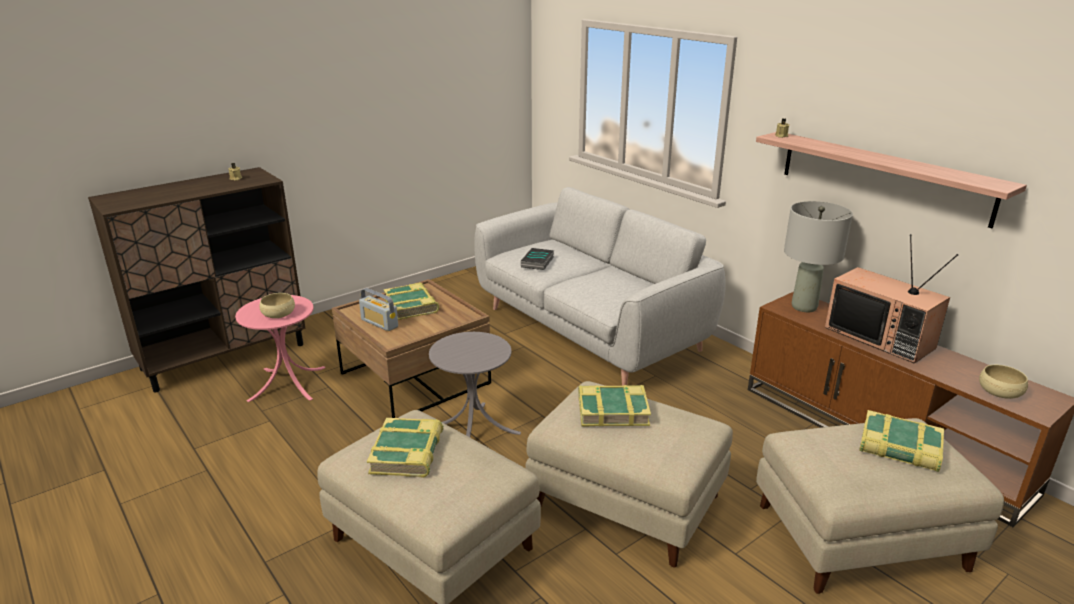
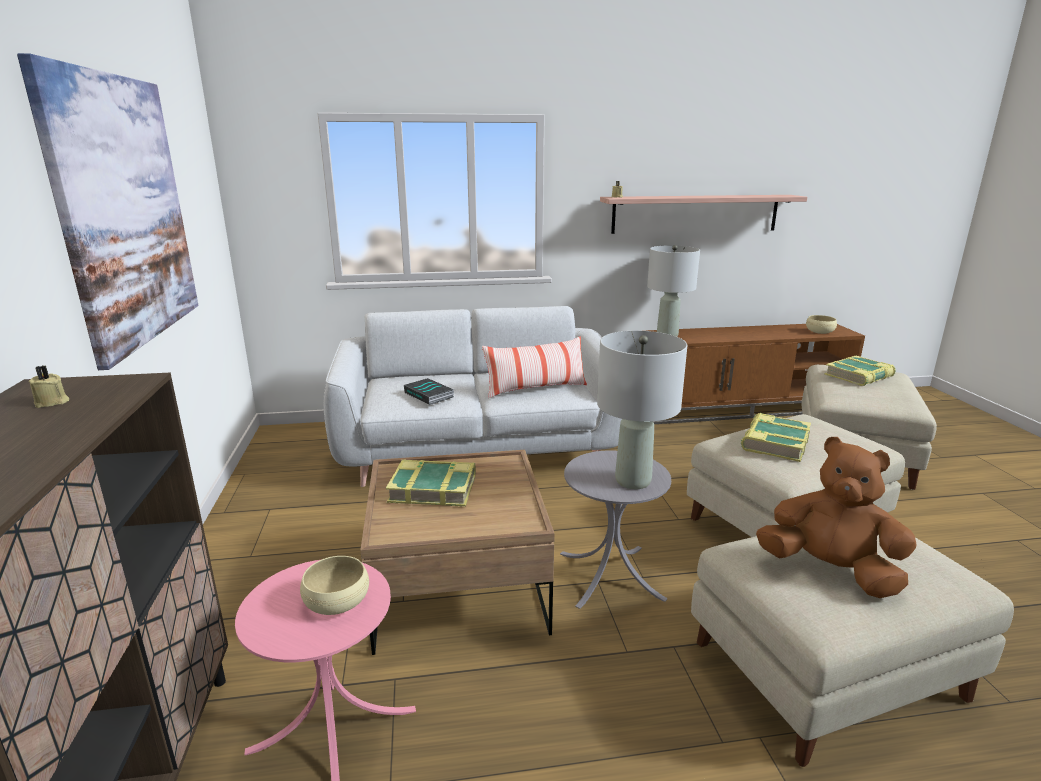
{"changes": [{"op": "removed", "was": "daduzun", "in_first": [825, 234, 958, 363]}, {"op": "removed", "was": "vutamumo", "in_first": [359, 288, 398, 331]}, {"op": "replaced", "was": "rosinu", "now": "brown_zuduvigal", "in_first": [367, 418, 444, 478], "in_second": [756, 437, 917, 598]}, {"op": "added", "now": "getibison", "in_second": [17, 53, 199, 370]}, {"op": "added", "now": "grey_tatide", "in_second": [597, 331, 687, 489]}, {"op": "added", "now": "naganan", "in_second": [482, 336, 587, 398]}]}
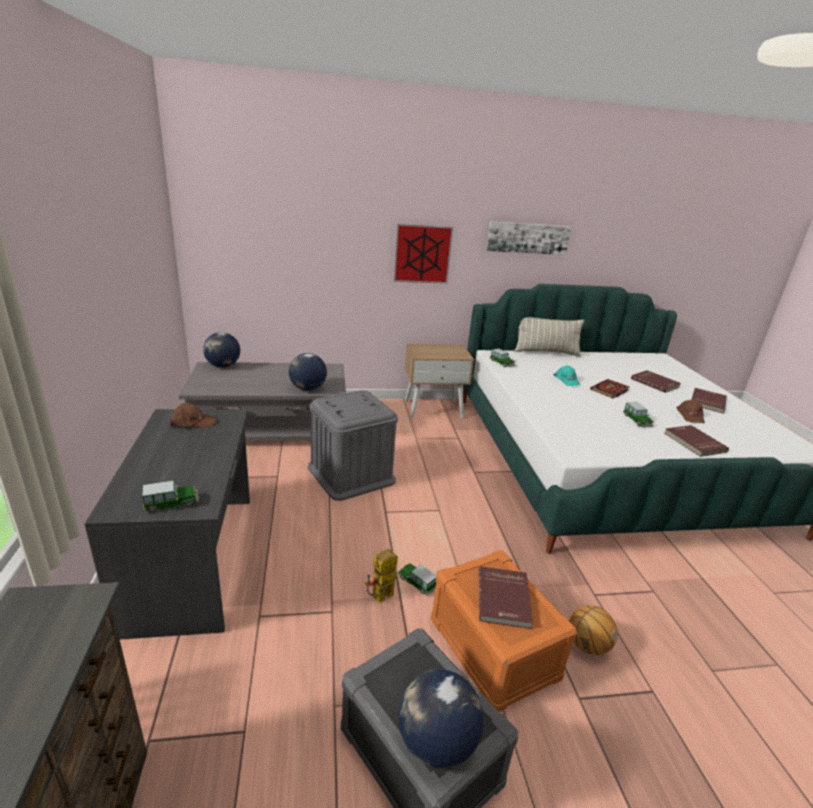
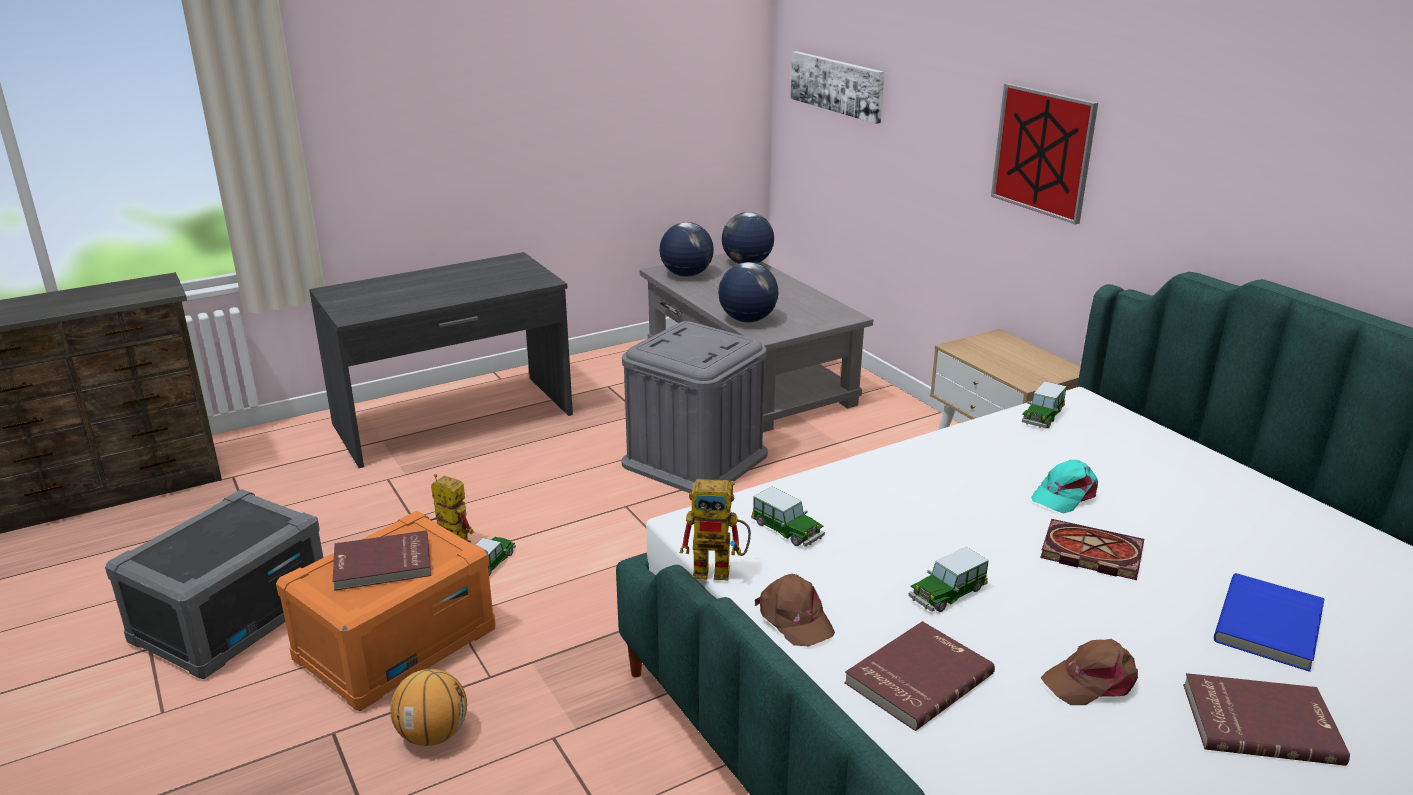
{"changes": [{"op": "moved", "was": "getibison", "in_first": [486, 221, 571, 255], "in_second": [790, 51, 884, 124]}, {"op": "removed", "was": "naganan", "in_first": [514, 317, 584, 357]}, {"op": "recoloured", "was": "red_rosinu", "now": "blue_rosinu", "in_first": [631, 370, 681, 393], "in_second": [1214, 573, 1325, 672]}, {"op": "moved", "was": "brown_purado", "in_first": [170, 403, 216, 428], "in_second": [755, 574, 835, 646]}, {"op": "moved", "was": "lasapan", "in_first": [142, 480, 200, 513], "in_second": [751, 487, 825, 547]}, {"op": "moved", "was": "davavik", "in_first": [399, 669, 484, 768], "in_second": [660, 222, 714, 277]}, {"op": "added", "now": "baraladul", "in_second": [680, 479, 751, 581]}]}
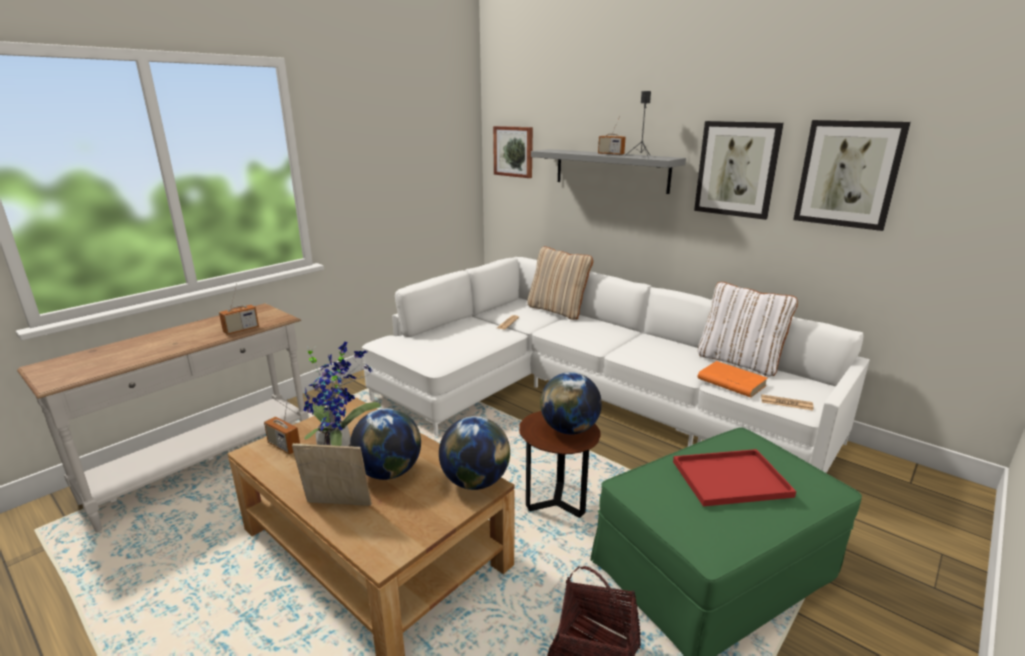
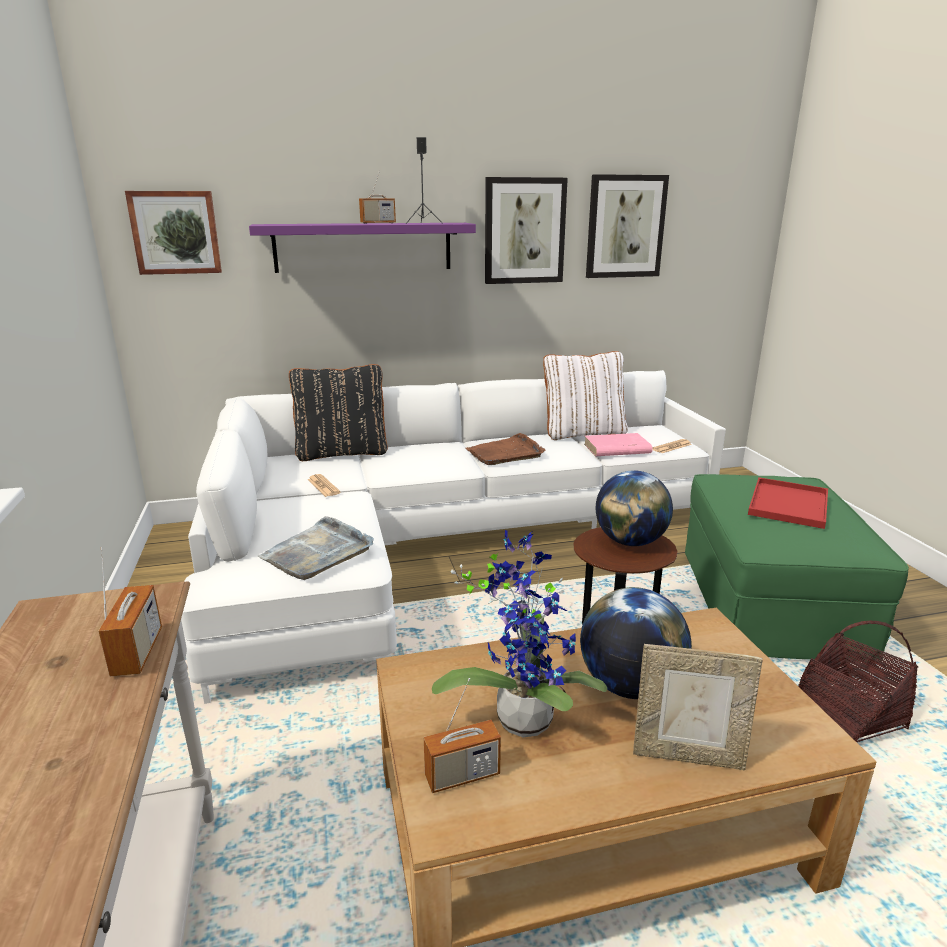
{"changes": [{"op": "recoloured", "was": "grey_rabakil", "now": "purple_rabakil", "in_first": [531, 149, 686, 194], "in_second": [249, 223, 476, 273]}, {"op": "recoloured", "was": "beige_naganan", "now": "black_naganan", "in_first": [527, 246, 593, 320], "in_second": [289, 364, 388, 461]}, {"op": "recoloured", "was": "orange_rosinu", "now": "pink_rosinu", "in_first": [698, 361, 768, 398], "in_second": [584, 433, 653, 456]}, {"op": "removed", "was": "davavik", "in_first": [439, 416, 510, 490]}, {"op": "turned", "was": "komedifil", "in_first": [292, 443, 372, 506], "in_second": [633, 644, 763, 770], "clockwise": -120}, {"op": "added", "now": "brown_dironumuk", "in_second": [466, 433, 545, 465]}, {"op": "added", "now": "grey_dironumuk", "in_second": [258, 516, 374, 580]}]}
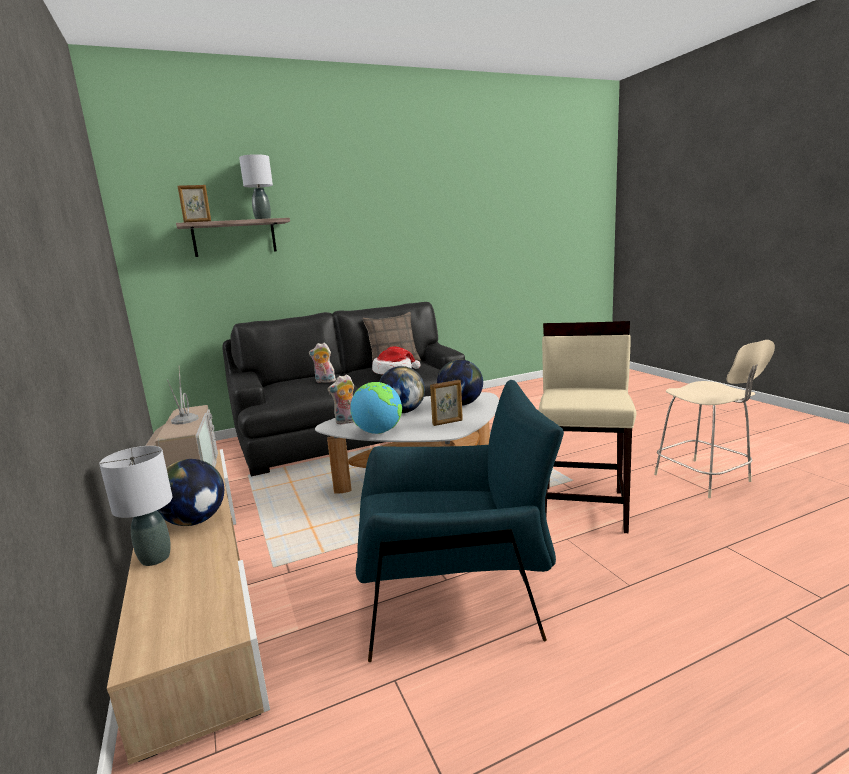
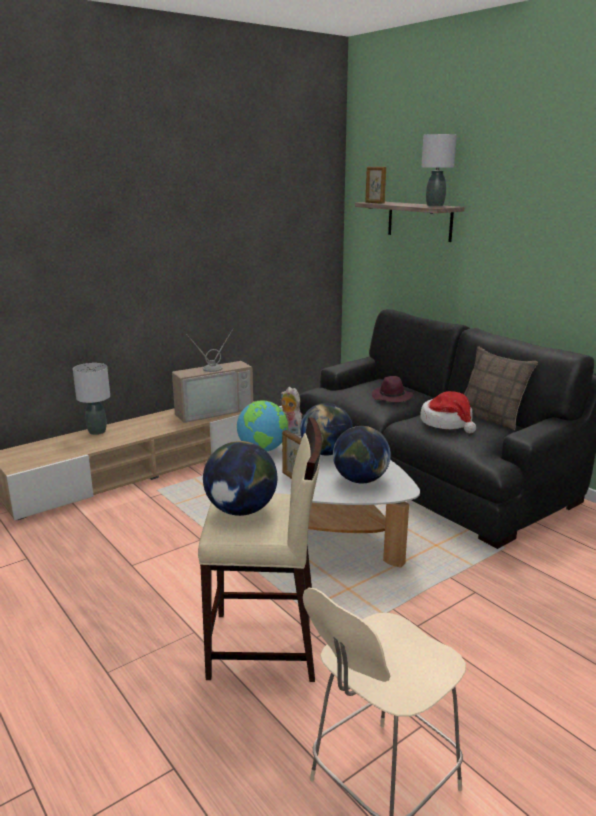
{"changes": [{"op": "replaced", "was": "zuduvigal", "now": "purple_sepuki", "in_first": [309, 343, 336, 383], "in_second": [372, 376, 413, 402]}, {"op": "removed", "was": "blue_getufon", "in_first": [356, 380, 564, 662]}, {"op": "moved", "was": "davavik", "in_first": [157, 459, 224, 526], "in_second": [203, 441, 277, 516]}]}
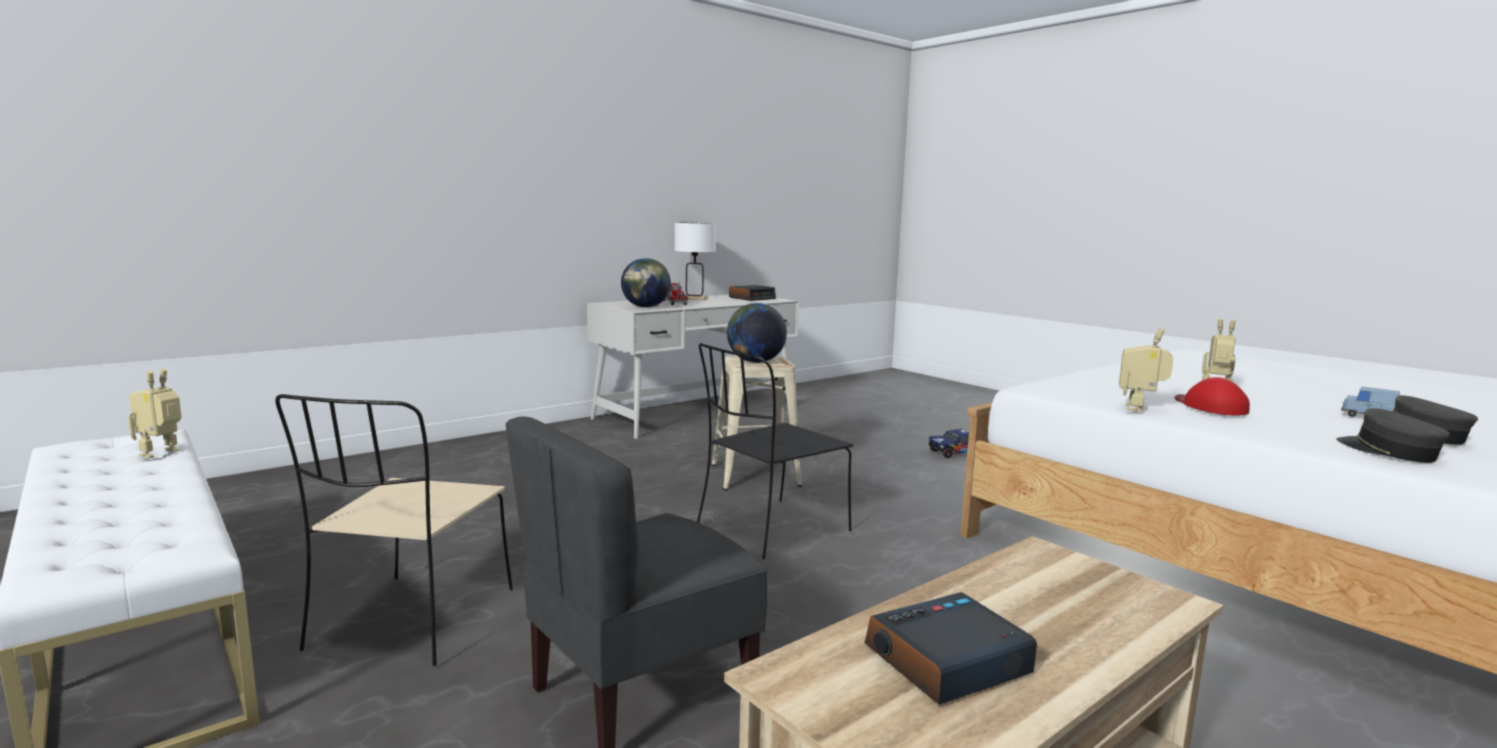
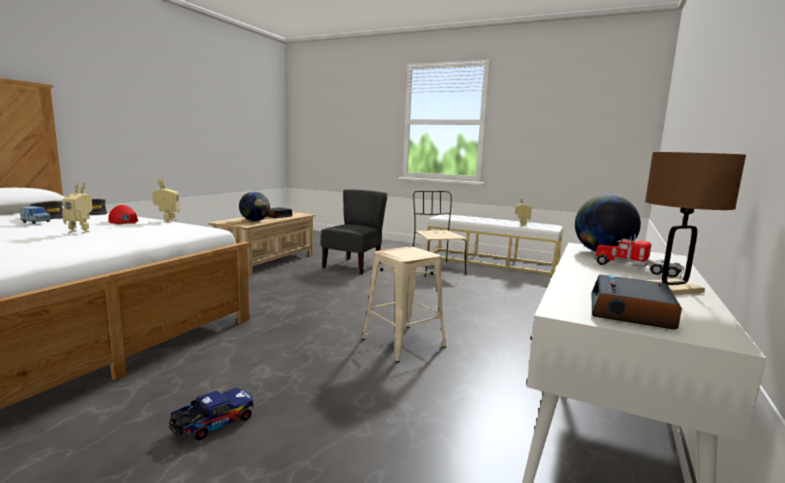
{"changes": [{"op": "recoloured", "was": "white_tatide", "now": "brown_tatide", "in_first": [674, 222, 716, 300], "in_second": [645, 152, 746, 295]}, {"op": "moved", "was": "davavik", "in_first": [727, 303, 787, 363], "in_second": [239, 192, 270, 221]}, {"op": "removed", "was": "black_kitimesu", "in_first": [697, 343, 853, 559]}]}
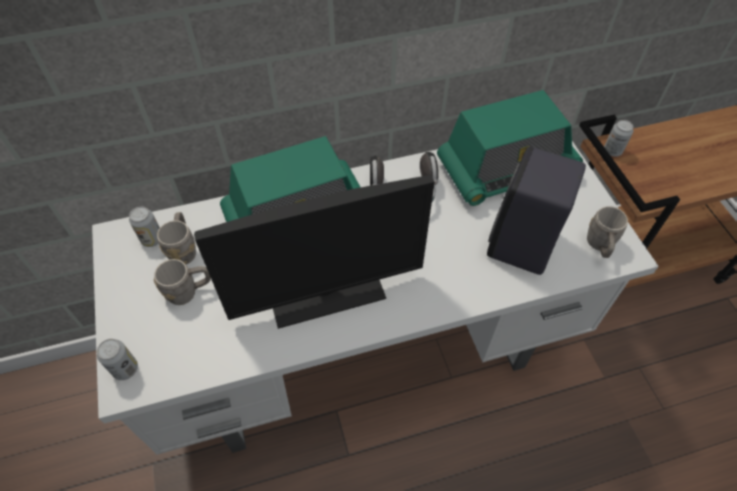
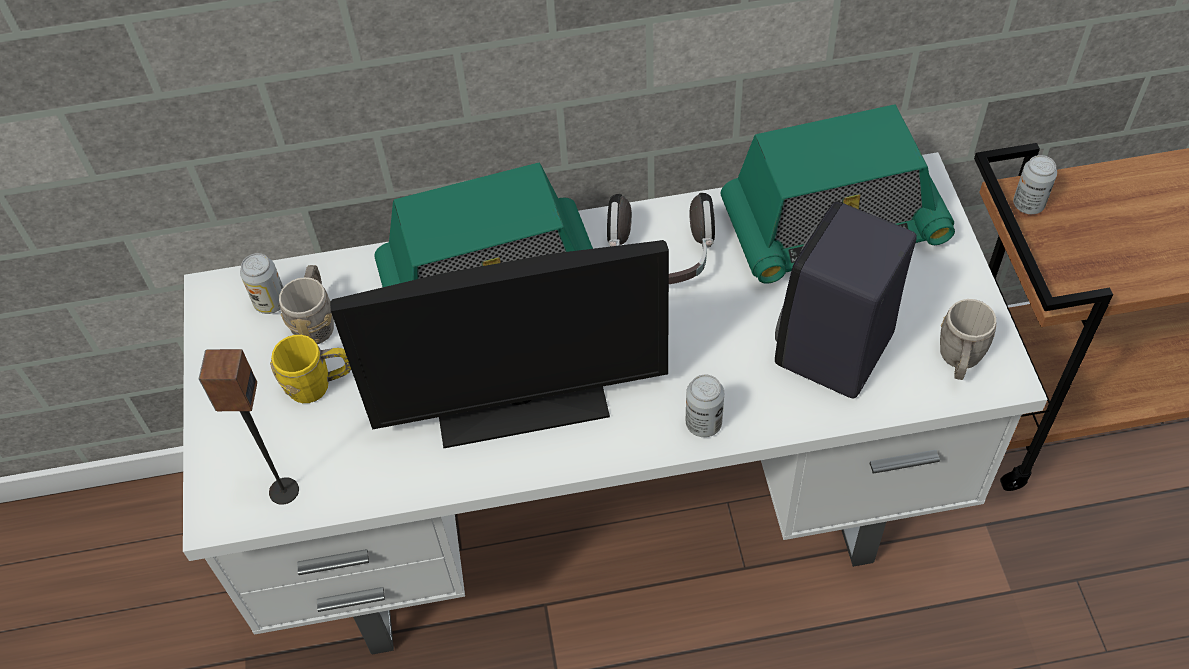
{"changes": [{"op": "recoloured", "was": "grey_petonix", "now": "yellow_petonix", "in_first": [154, 259, 211, 305], "in_second": [270, 335, 351, 403]}, {"op": "moved", "was": "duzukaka", "in_first": [97, 339, 138, 380], "in_second": [686, 375, 724, 437]}, {"op": "added", "now": "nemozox", "in_second": [199, 349, 299, 505]}]}
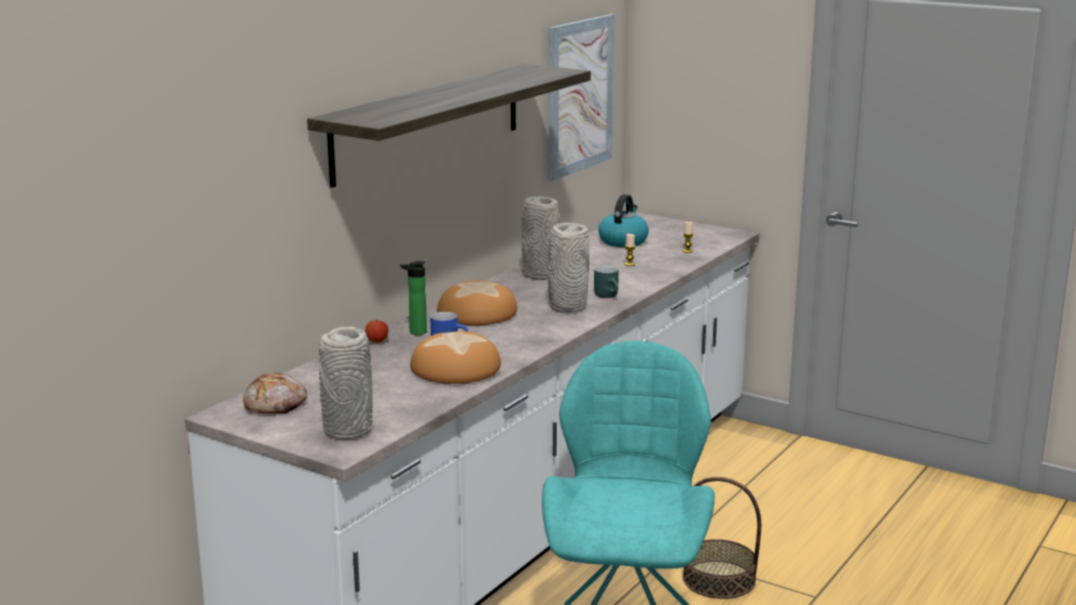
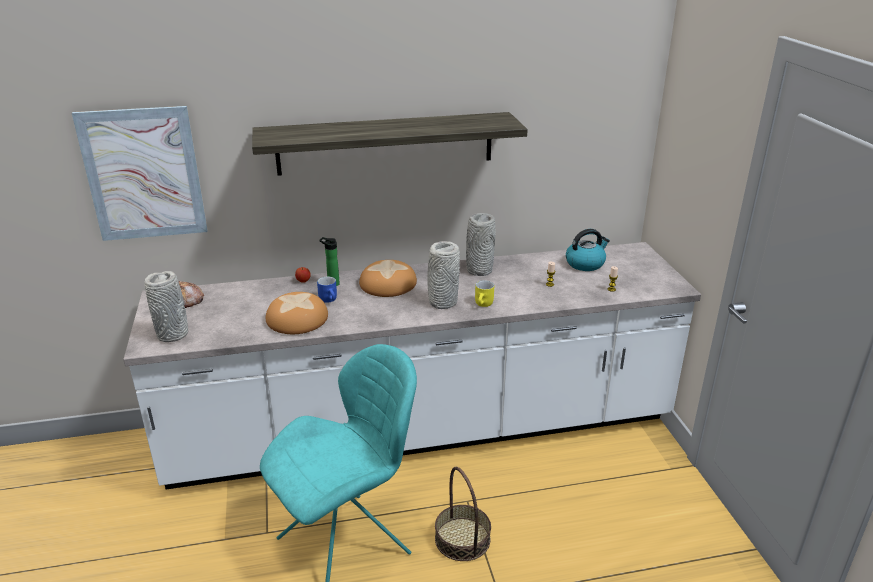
{"changes": [{"op": "moved", "was": "getibison", "in_first": [548, 14, 615, 181], "in_second": [72, 106, 208, 241]}, {"op": "recoloured", "was": "turquoise_petonix", "now": "yellow_petonix", "in_first": [594, 266, 619, 298], "in_second": [475, 280, 494, 307]}]}
